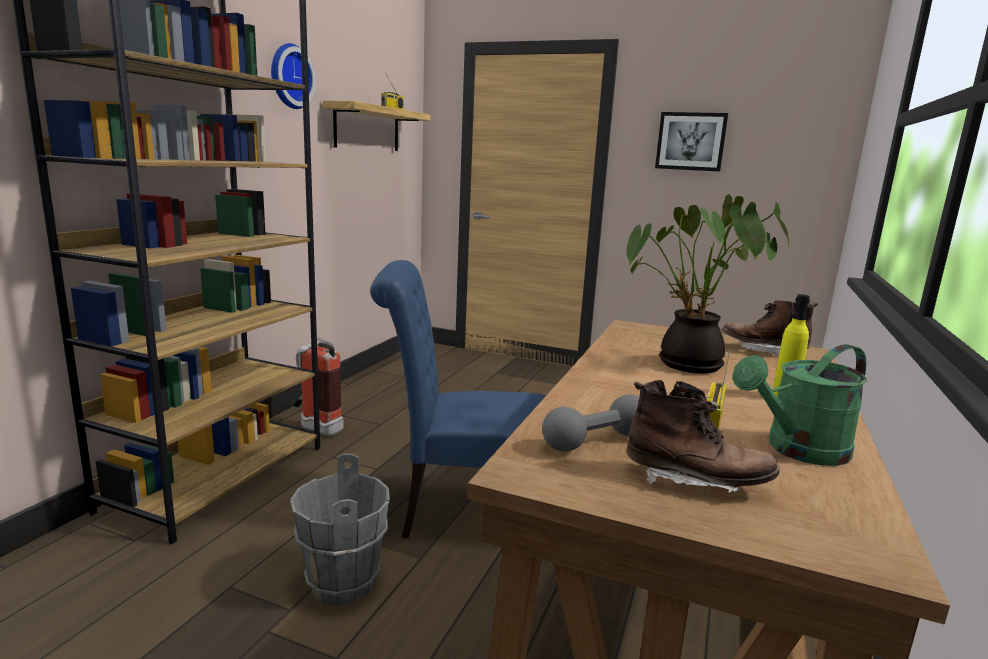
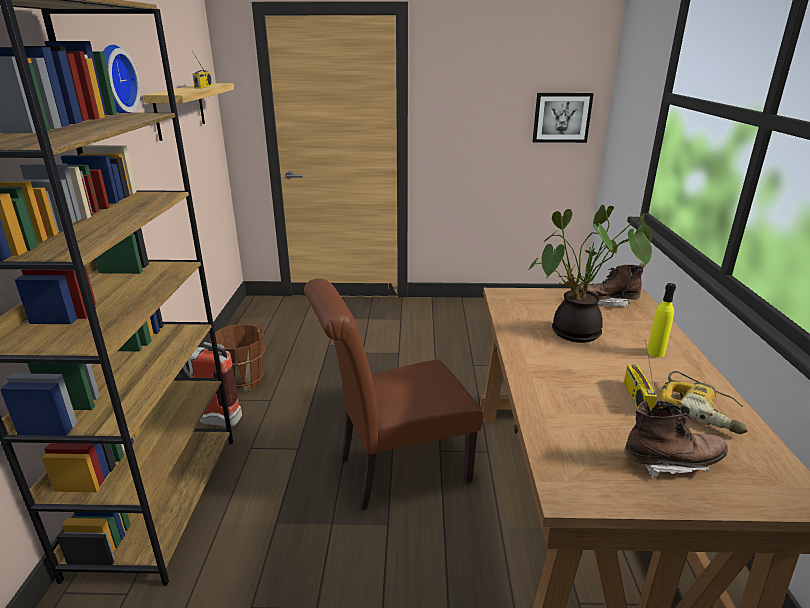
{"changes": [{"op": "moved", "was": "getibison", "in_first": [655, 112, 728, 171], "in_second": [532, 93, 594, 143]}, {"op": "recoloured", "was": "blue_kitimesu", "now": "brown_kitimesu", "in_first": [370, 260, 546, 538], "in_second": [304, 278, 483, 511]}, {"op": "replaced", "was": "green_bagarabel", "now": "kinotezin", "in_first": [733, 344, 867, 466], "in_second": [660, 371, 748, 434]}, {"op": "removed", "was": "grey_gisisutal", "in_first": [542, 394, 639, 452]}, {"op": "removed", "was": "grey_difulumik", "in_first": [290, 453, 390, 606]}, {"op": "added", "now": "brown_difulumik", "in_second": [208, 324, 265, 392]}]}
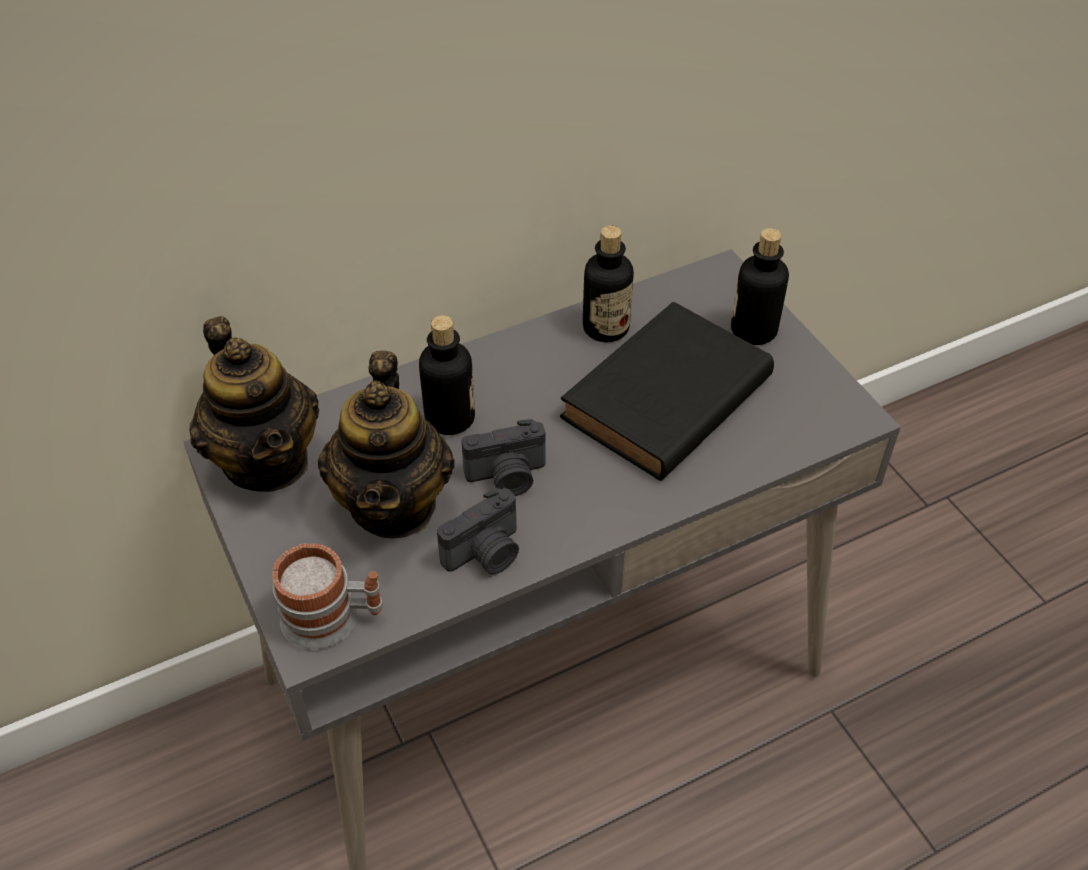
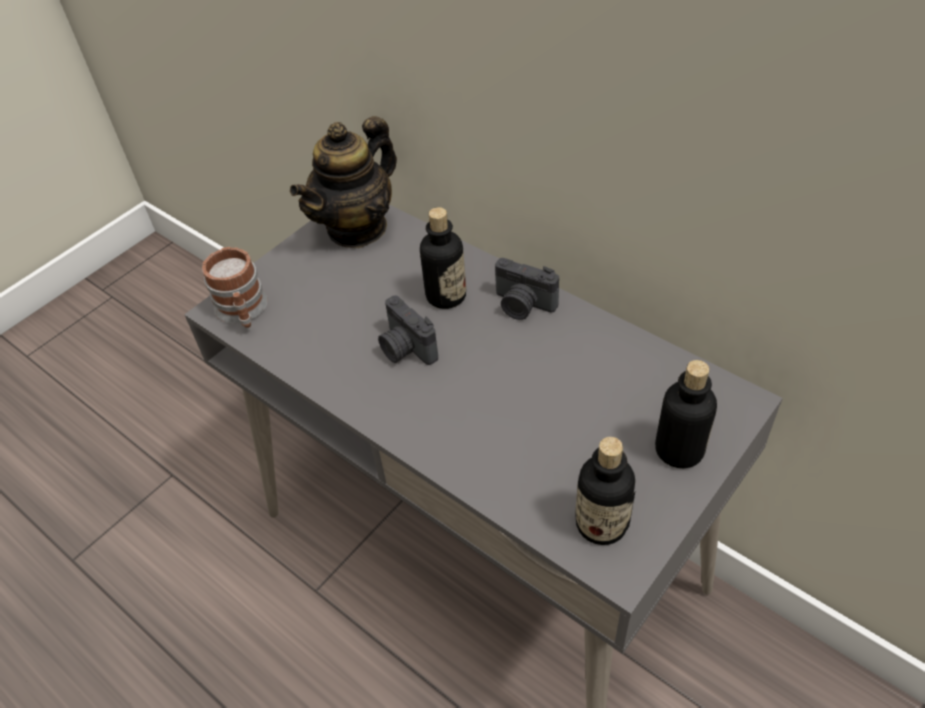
{"changes": [{"op": "moved", "was": "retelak", "in_first": [583, 226, 634, 342], "in_second": [576, 437, 635, 545]}, {"op": "removed", "was": "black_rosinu", "in_first": [560, 302, 774, 481]}, {"op": "removed", "was": "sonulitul", "in_first": [318, 351, 455, 539]}, {"op": "moved", "was": "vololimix", "in_first": [437, 488, 519, 575], "in_second": [495, 258, 559, 320]}]}
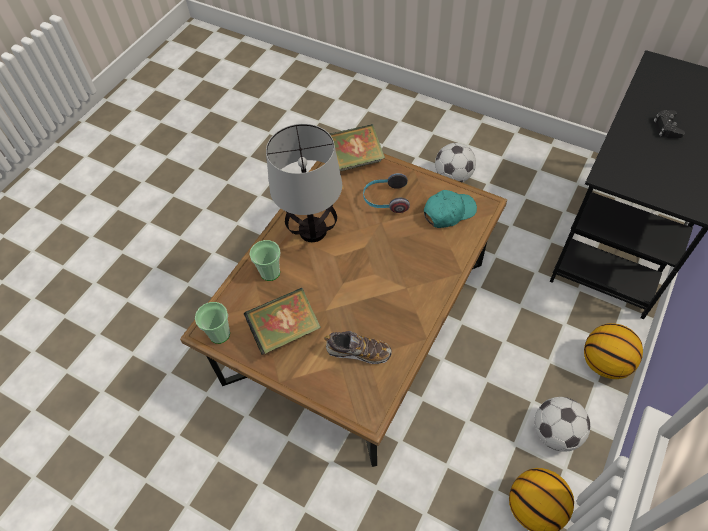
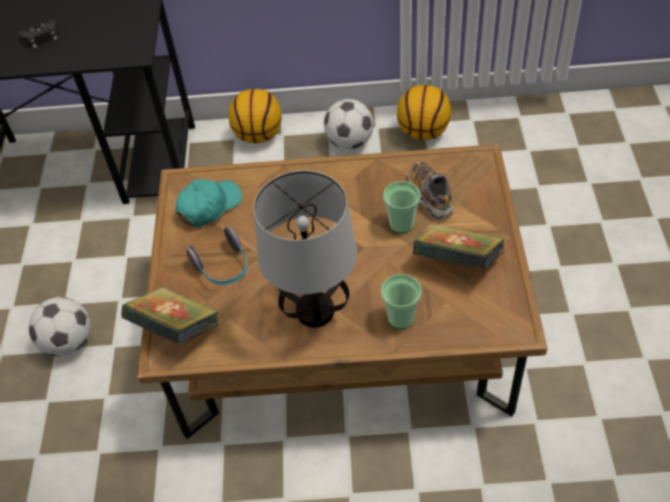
{"changes": [{"op": "turned", "was": "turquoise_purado", "in_first": [424, 190, 477, 228], "in_second": [176, 179, 242, 227], "clockwise": 105}, {"op": "moved", "was": "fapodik", "in_first": [195, 302, 230, 344], "in_second": [383, 181, 421, 233]}]}
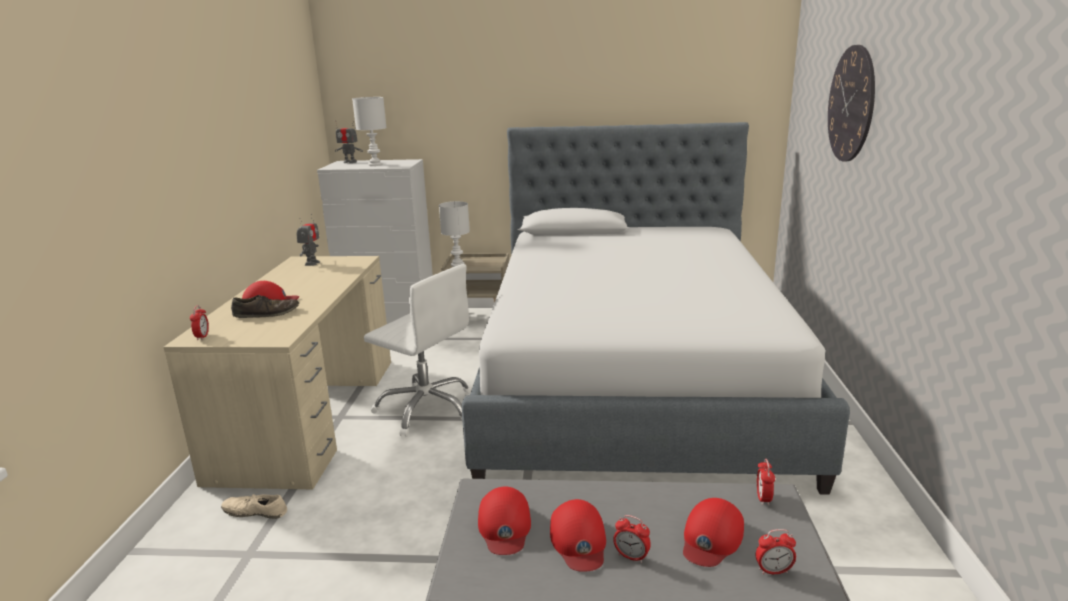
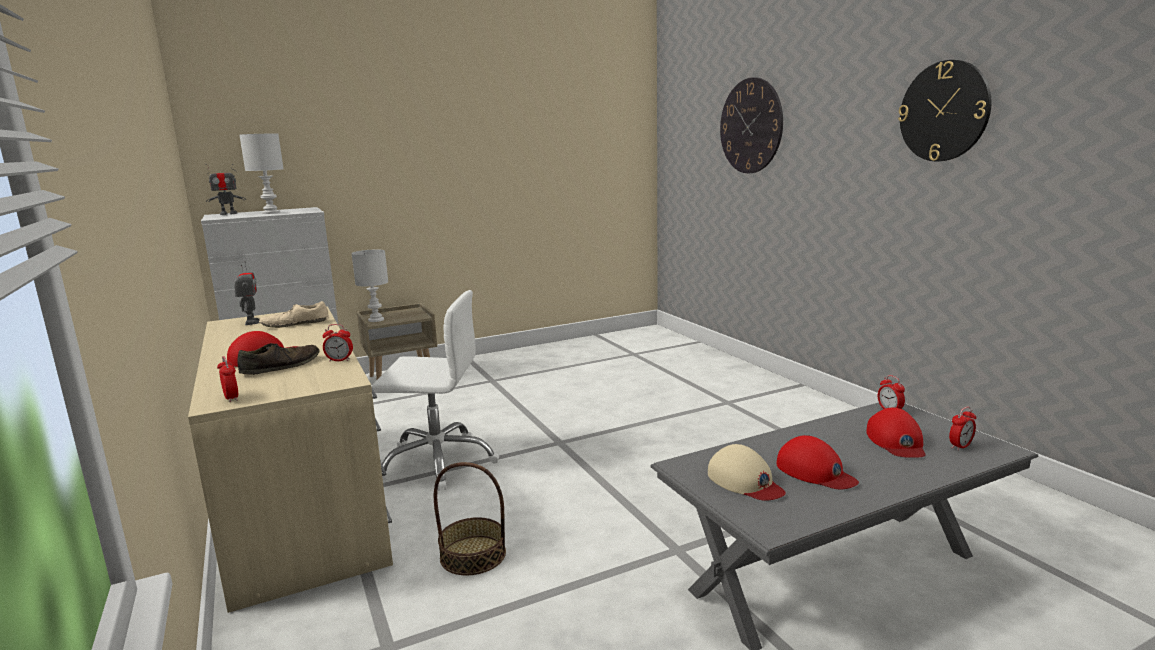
{"changes": [{"op": "removed", "was": "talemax", "in_first": [462, 122, 850, 495]}, {"op": "recoloured", "was": "red_purado", "now": "beige_purado", "in_first": [478, 486, 531, 555], "in_second": [708, 444, 786, 501]}, {"op": "moved", "was": "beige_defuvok", "in_first": [221, 492, 287, 519], "in_second": [259, 301, 329, 328]}, {"op": "moved", "was": "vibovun", "in_first": [613, 515, 651, 563], "in_second": [323, 324, 353, 362]}, {"op": "added", "now": "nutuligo", "in_second": [898, 60, 992, 162]}, {"op": "added", "now": "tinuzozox", "in_second": [434, 462, 506, 575]}]}
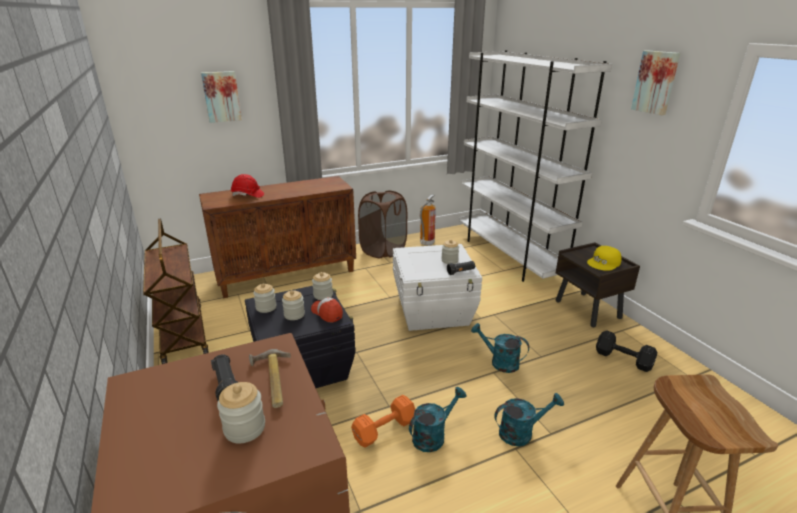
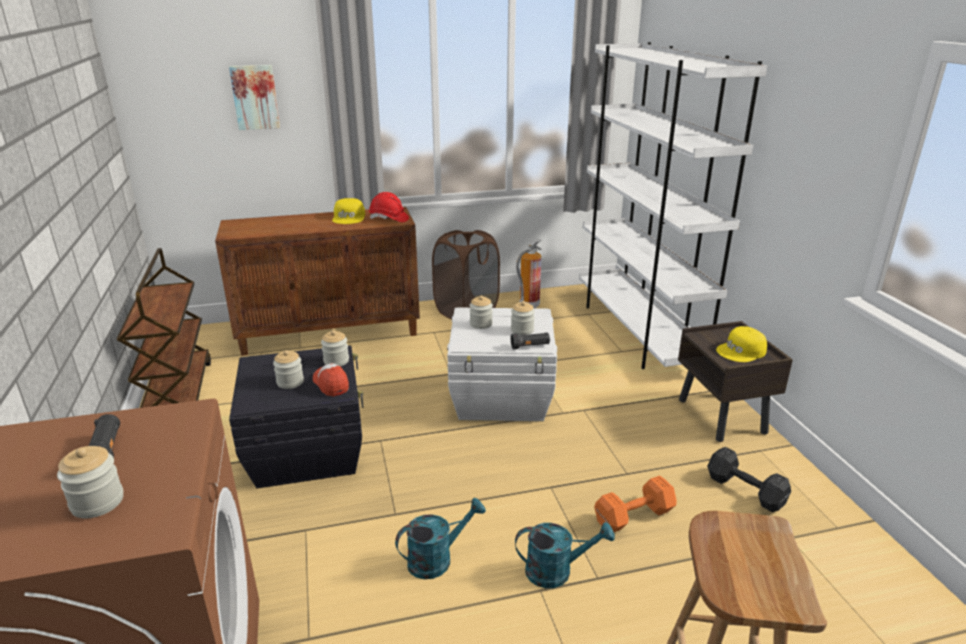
{"changes": [{"op": "removed", "was": "getibison", "in_first": [631, 50, 680, 115]}, {"op": "moved", "was": "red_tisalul", "in_first": [231, 174, 264, 198], "in_second": [369, 192, 409, 222]}, {"op": "moved", "was": "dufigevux", "in_first": [253, 283, 276, 313], "in_second": [469, 296, 493, 329]}, {"op": "removed", "was": "turquoise_bagarabel", "in_first": [471, 323, 529, 373]}, {"op": "removed", "was": "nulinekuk", "in_first": [249, 349, 291, 408]}, {"op": "moved", "was": "orange_gisisutal", "in_first": [351, 395, 415, 448], "in_second": [594, 476, 677, 532]}, {"op": "added", "now": "yellow_purado", "in_second": [332, 198, 365, 224]}]}
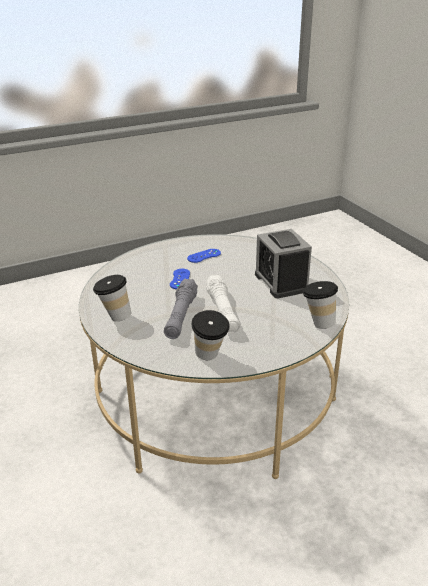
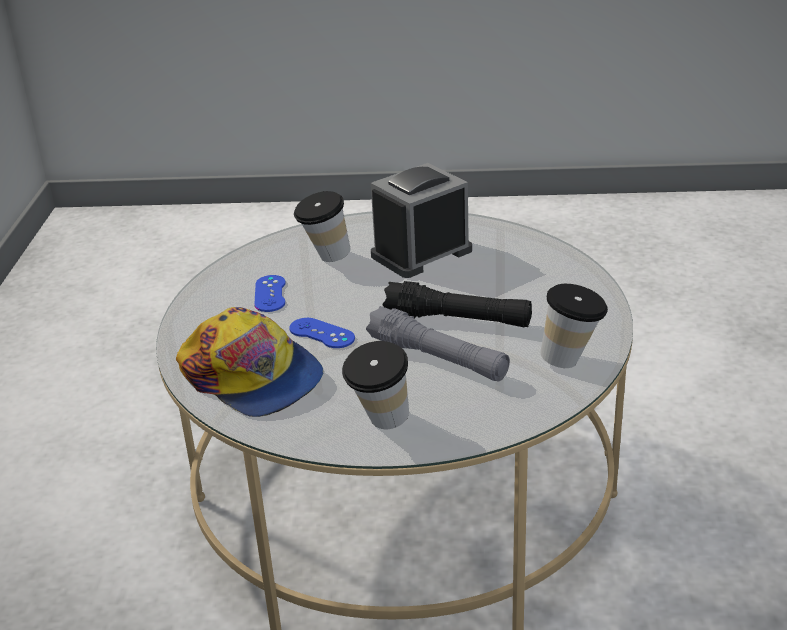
{"changes": [{"op": "turned", "was": "vibovun", "in_first": [255, 229, 312, 298], "in_second": [371, 163, 472, 278], "clockwise": 135}, {"op": "recoloured", "was": "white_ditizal", "now": "black_ditizal", "in_first": [206, 275, 240, 334], "in_second": [383, 281, 532, 327]}, {"op": "moved", "was": "fapodik", "in_first": [303, 281, 338, 329], "in_second": [294, 191, 350, 262]}, {"op": "added", "now": "purado", "in_second": [176, 307, 324, 417]}]}
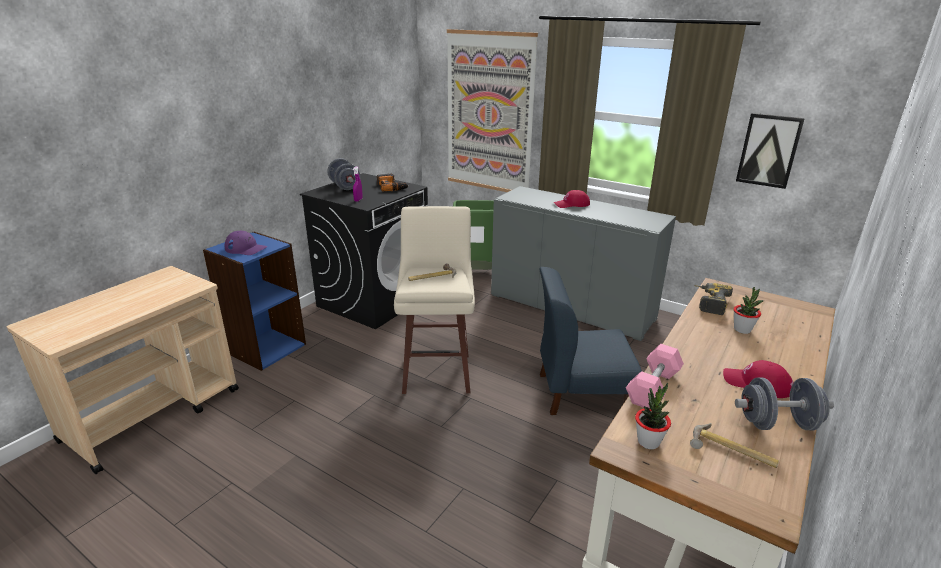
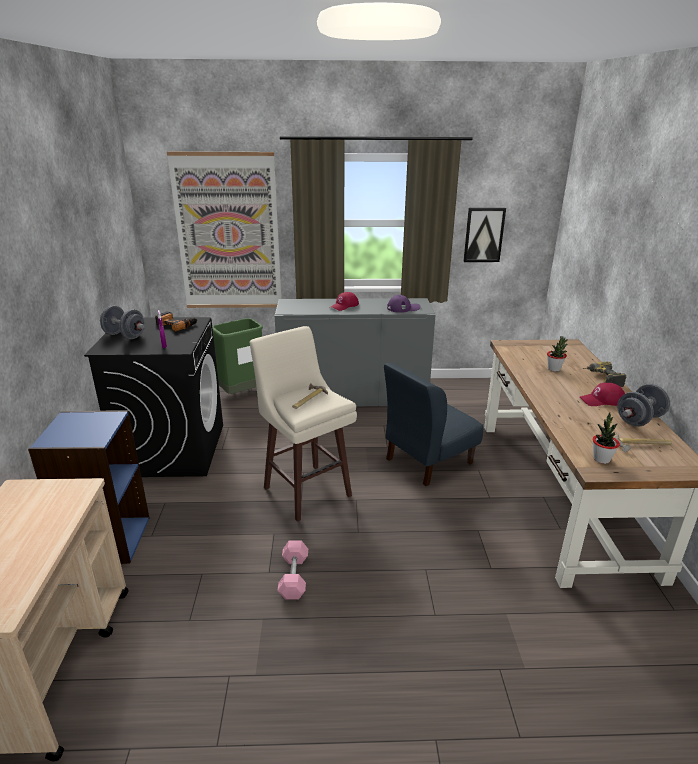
{"changes": [{"op": "moved", "was": "purple_purado", "in_first": [225, 231, 267, 255], "in_second": [387, 295, 420, 313]}, {"op": "moved", "was": "kinotezin", "in_first": [694, 283, 733, 315], "in_second": [582, 362, 627, 387]}, {"op": "moved", "was": "pink_gisisutal", "in_first": [626, 344, 684, 408], "in_second": [277, 540, 308, 600]}]}
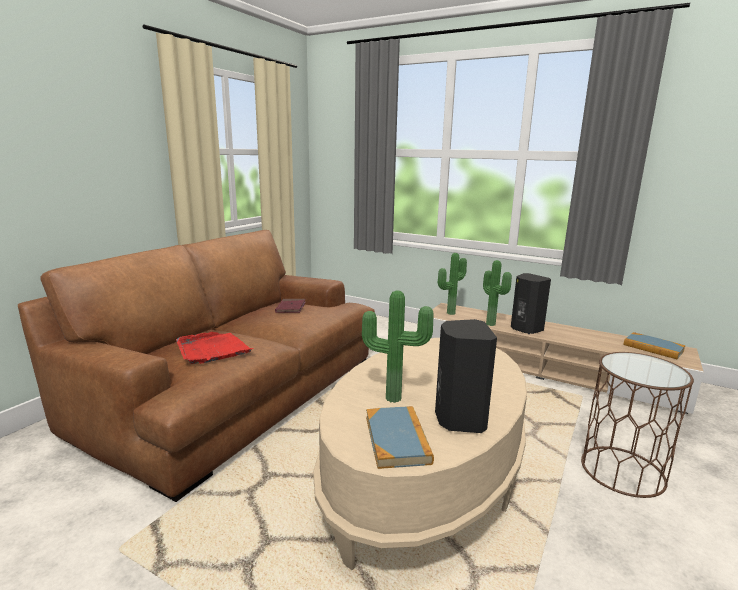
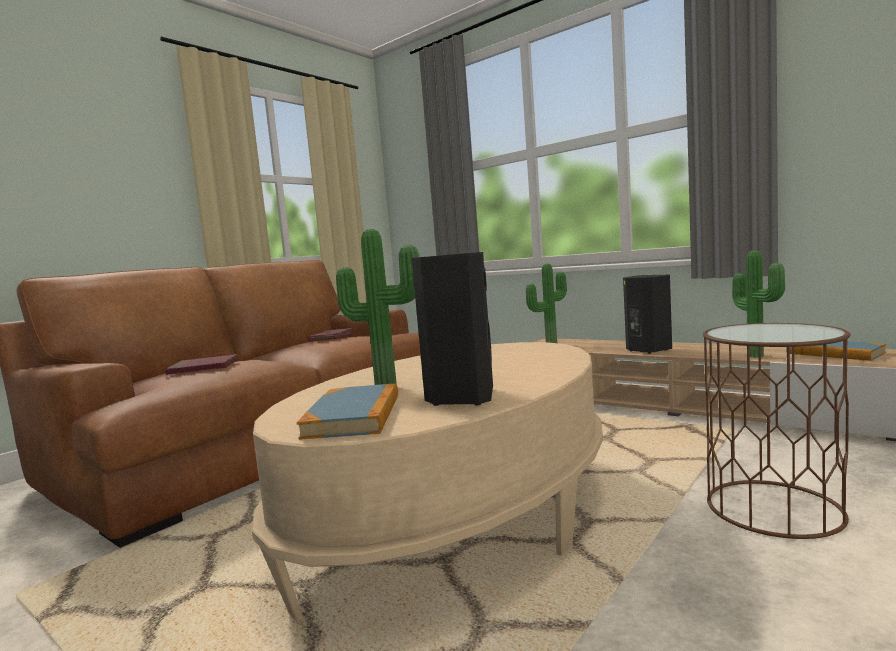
{"changes": [{"op": "moved", "was": "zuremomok", "in_first": [483, 260, 512, 326], "in_second": [732, 250, 785, 358]}, {"op": "replaced", "was": "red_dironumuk", "now": "red_rosinu", "in_first": [176, 332, 253, 364], "in_second": [165, 354, 239, 375]}]}
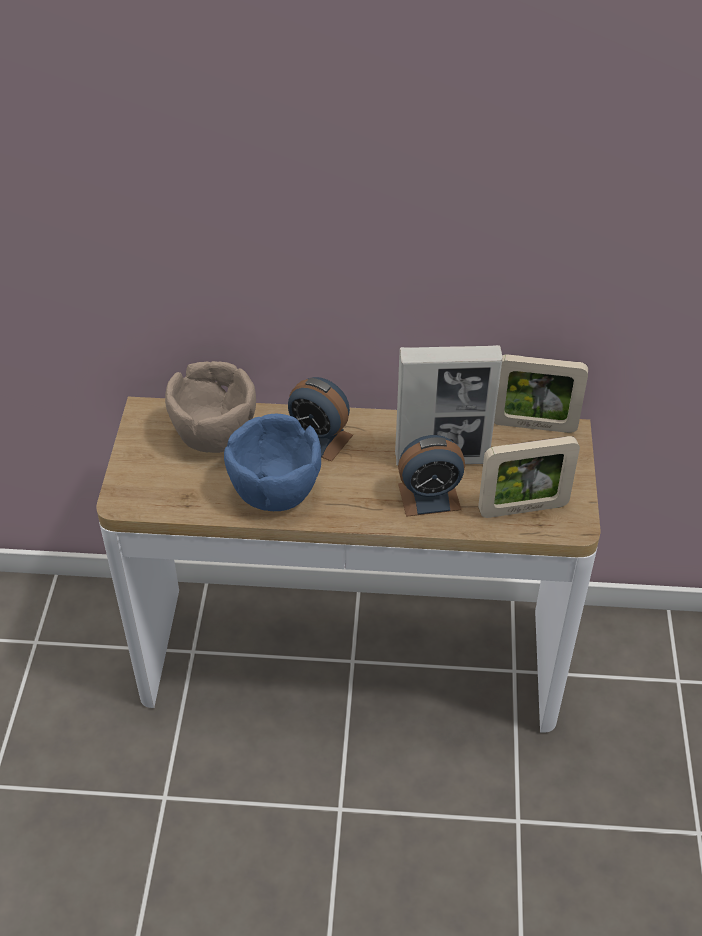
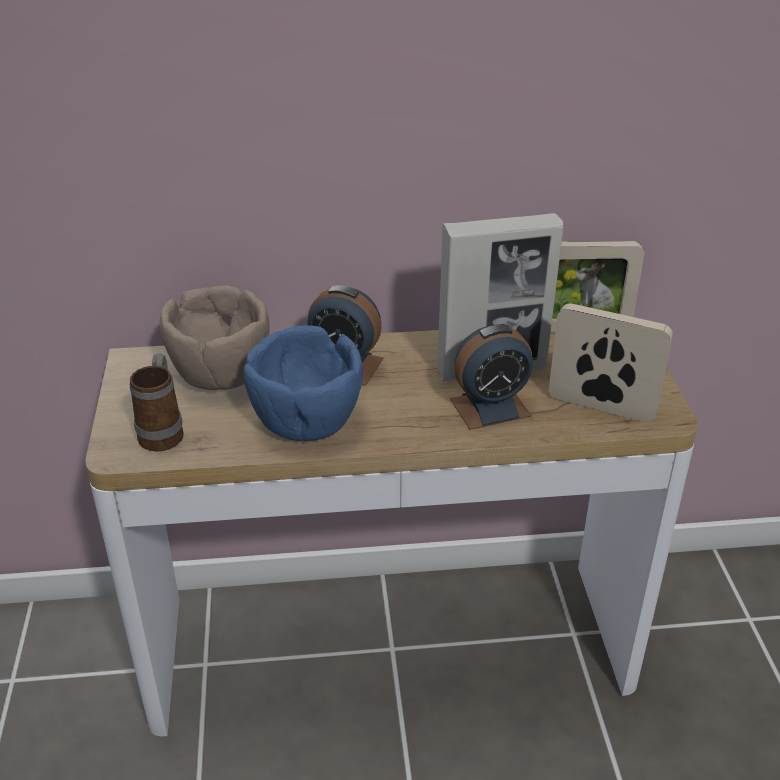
{"changes": [{"op": "turned", "was": "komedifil", "in_first": [478, 436, 580, 518], "in_second": [549, 303, 673, 422], "clockwise": -135}, {"op": "added", "now": "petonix", "in_second": [130, 353, 184, 451]}]}
